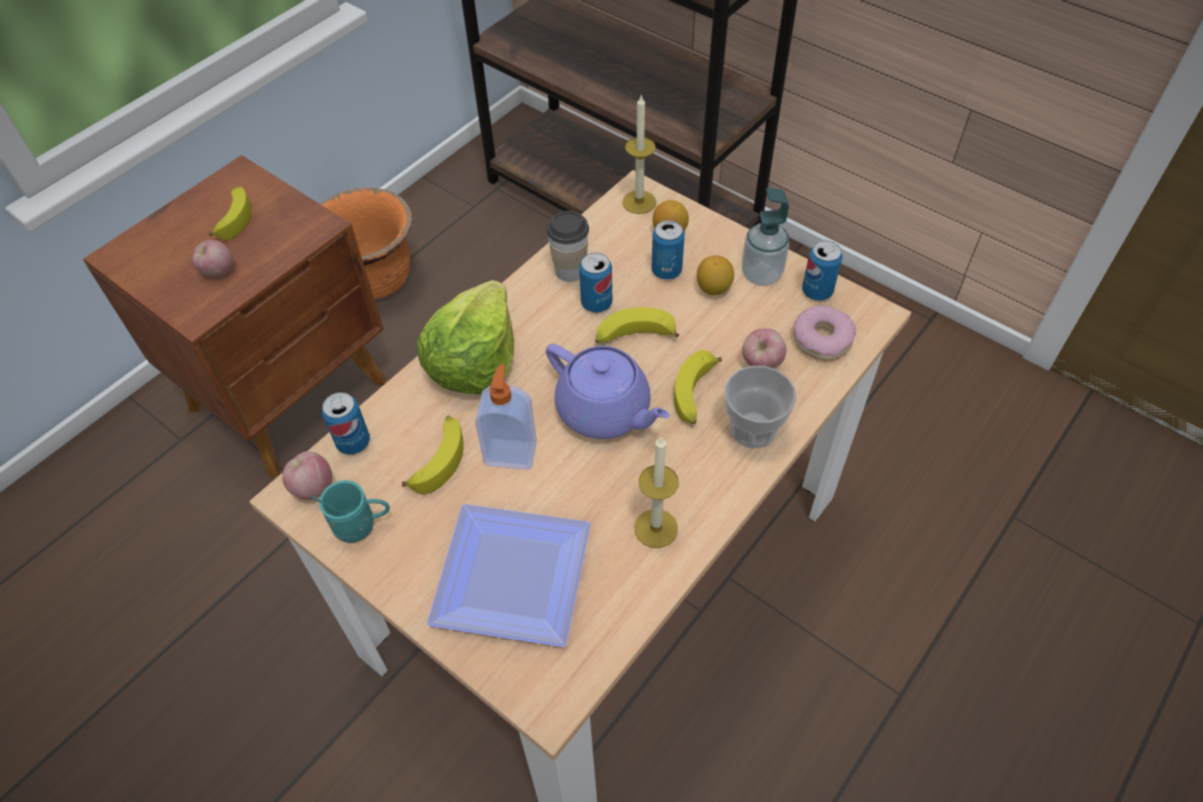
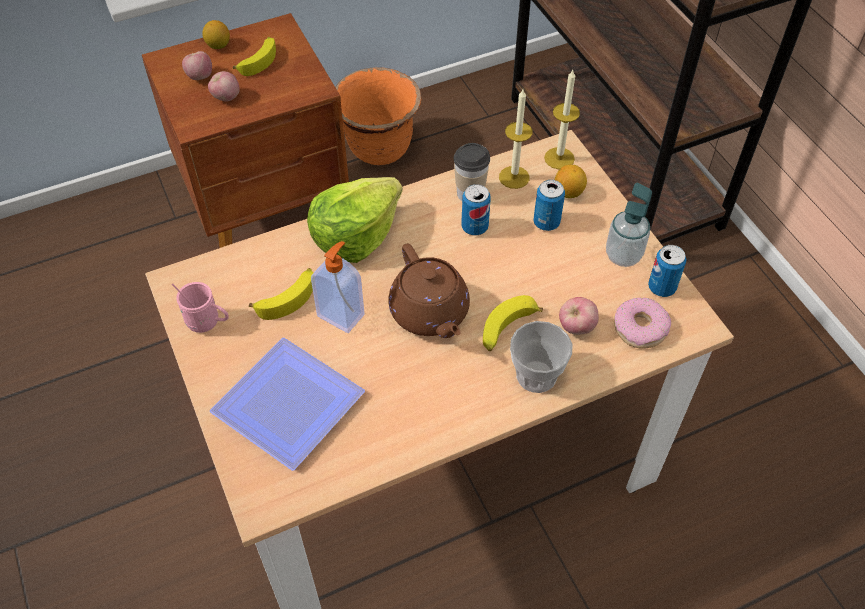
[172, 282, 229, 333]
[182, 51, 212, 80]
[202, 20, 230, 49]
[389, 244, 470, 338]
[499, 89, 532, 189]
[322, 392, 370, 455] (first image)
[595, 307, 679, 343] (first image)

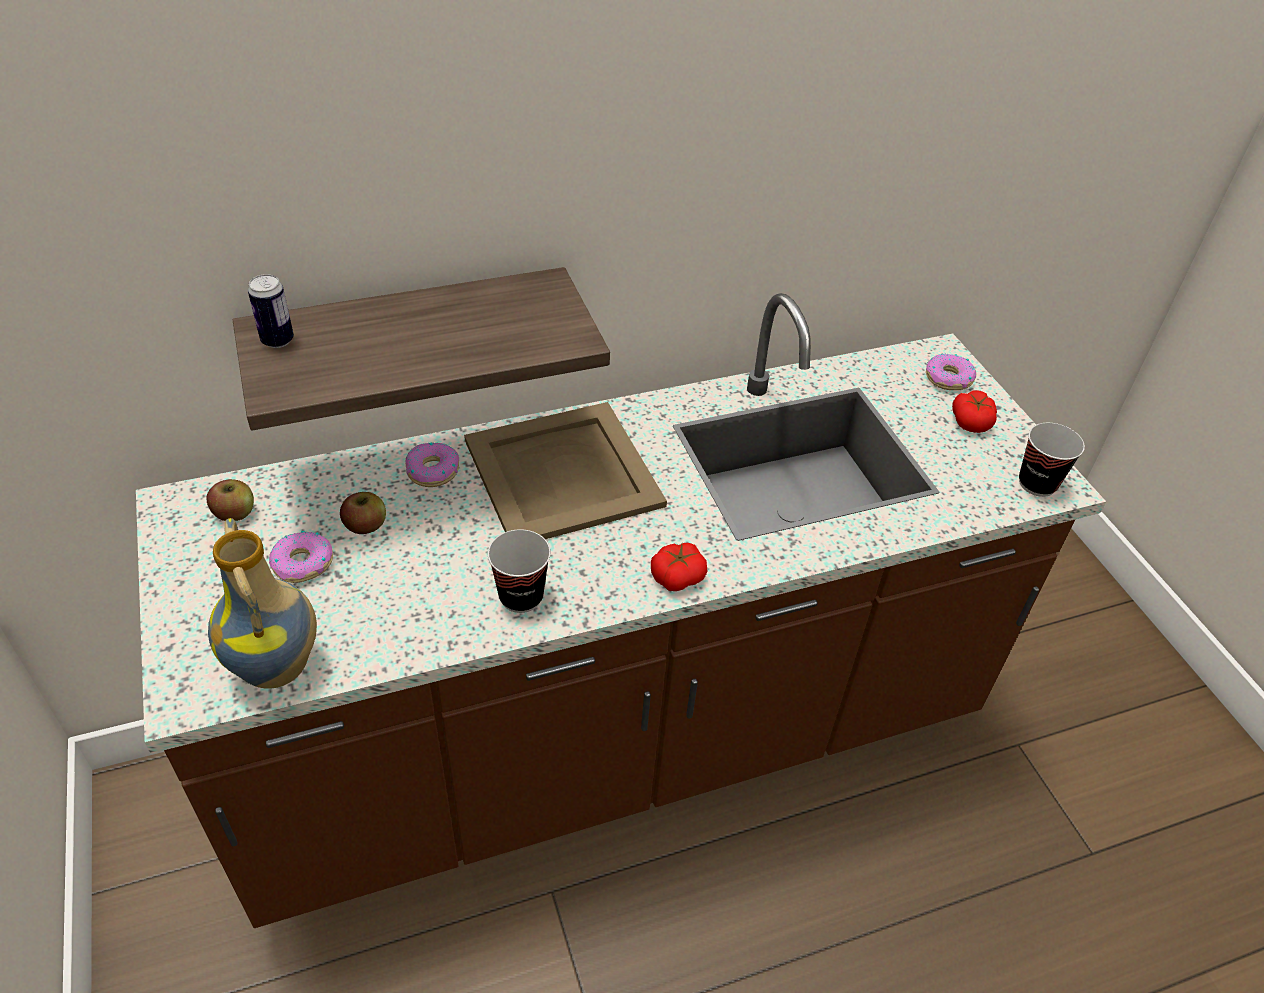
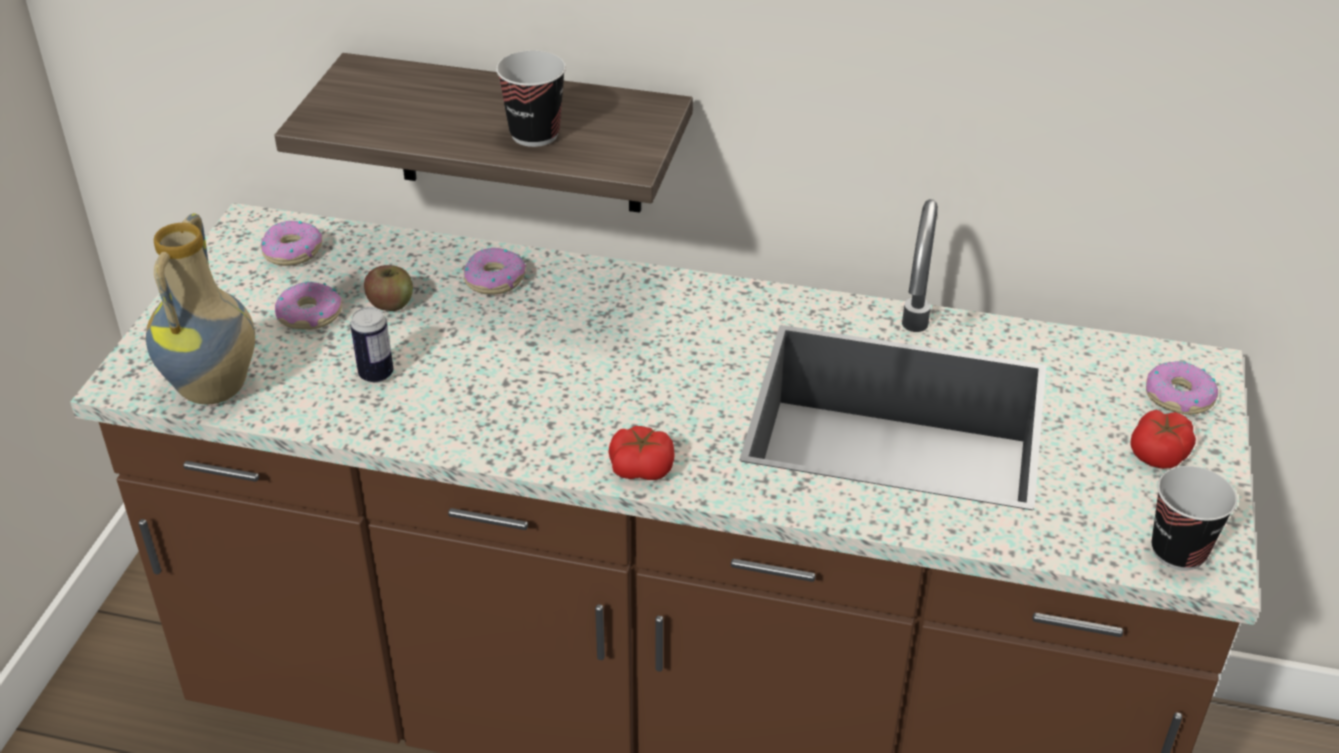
[261, 221, 322, 266]
[350, 307, 393, 383]
[496, 50, 566, 147]
[464, 402, 667, 539] (first image)

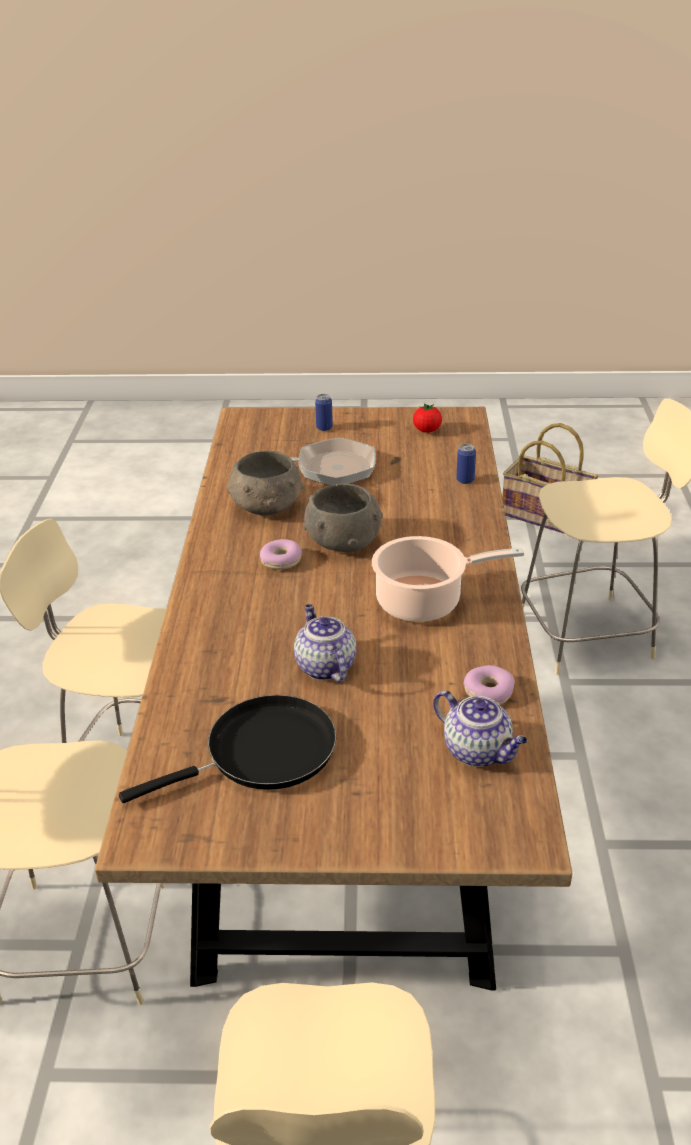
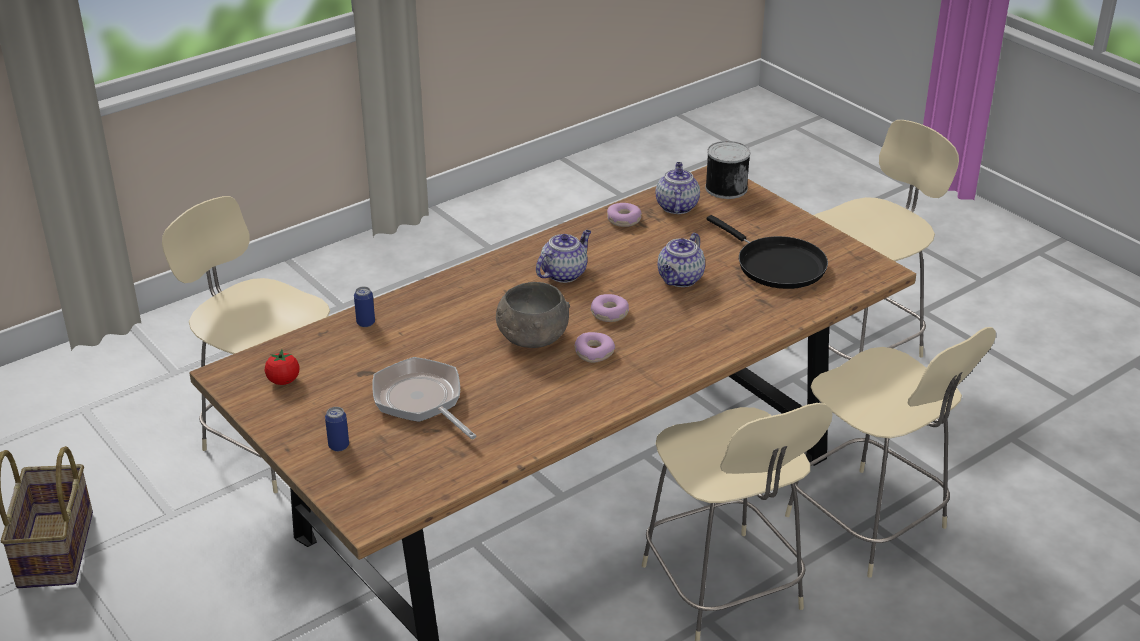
[536, 230, 591, 283]
[591, 294, 629, 322]
[705, 141, 750, 199]
[707, 215, 828, 289]
[227, 451, 303, 516] (first image)

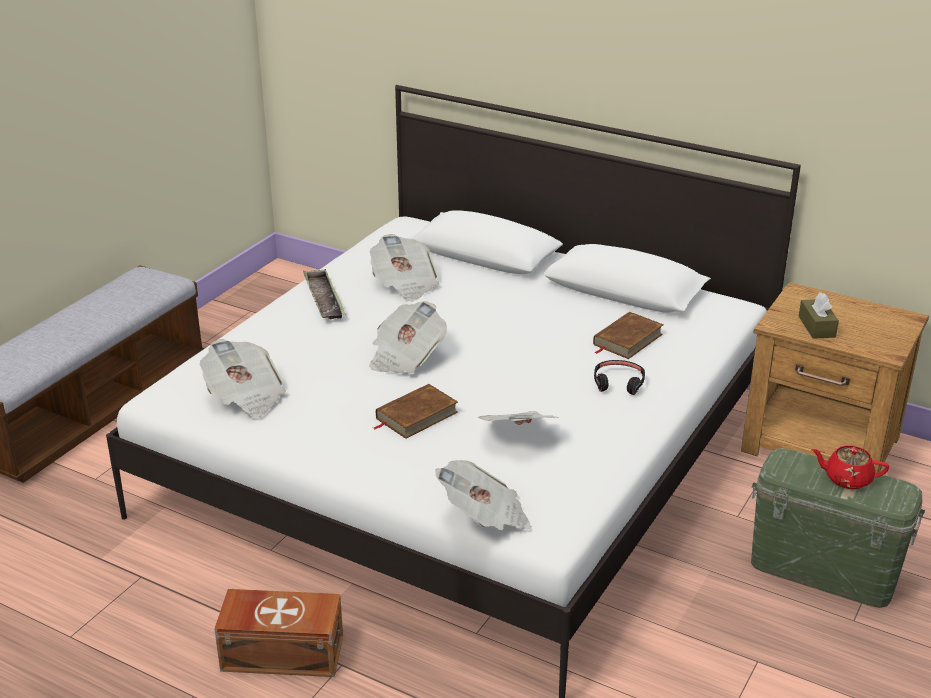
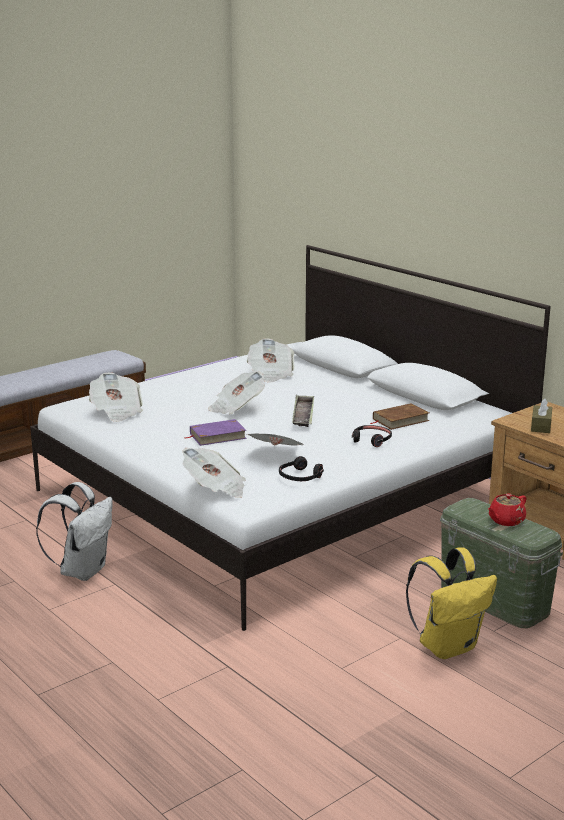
[36, 482, 113, 581]
[184, 419, 246, 446]
[279, 456, 324, 481]
[292, 395, 314, 427]
[406, 547, 497, 659]
[488, 493, 527, 526]

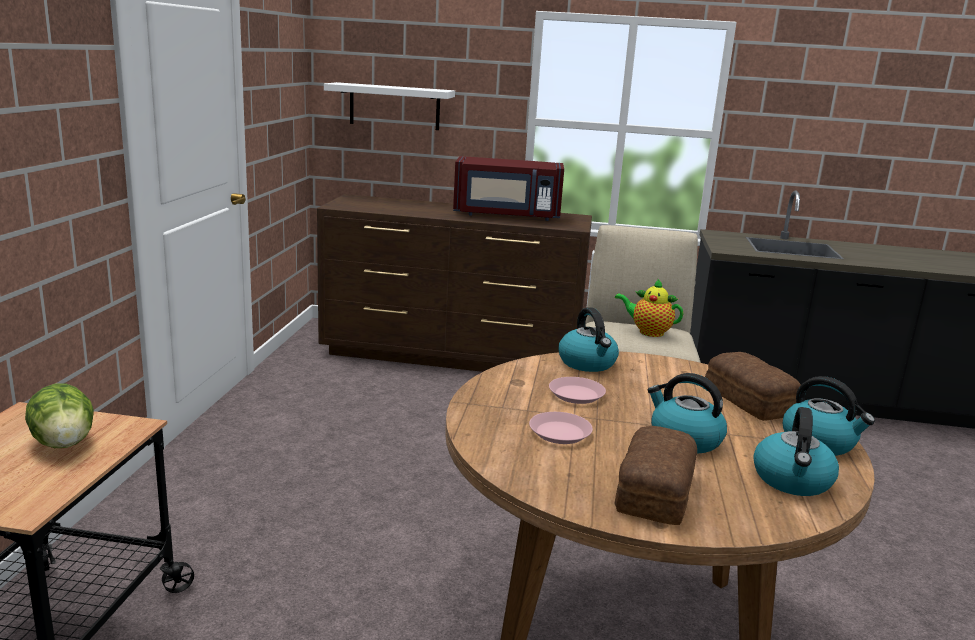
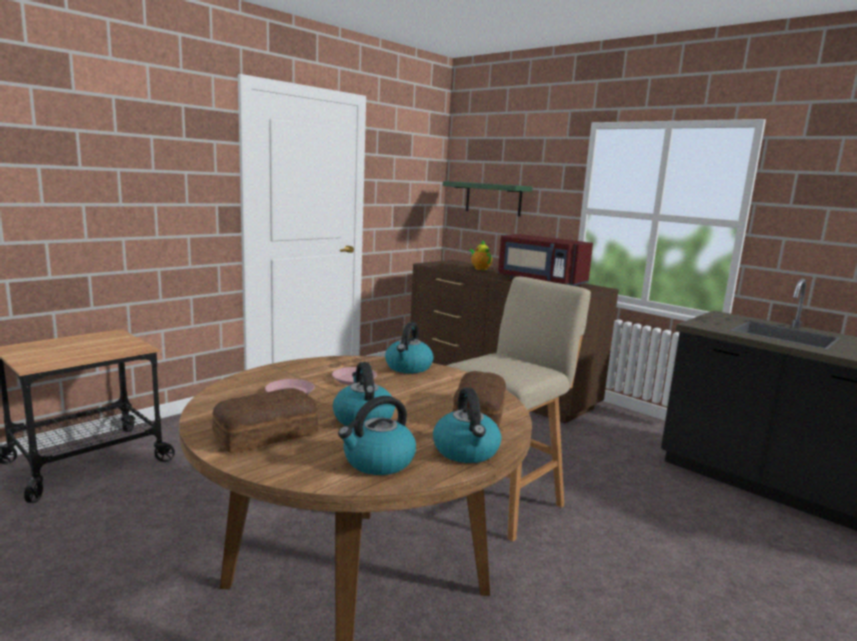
[443, 181, 532, 217]
[469, 240, 492, 270]
[25, 383, 94, 448] (first image)

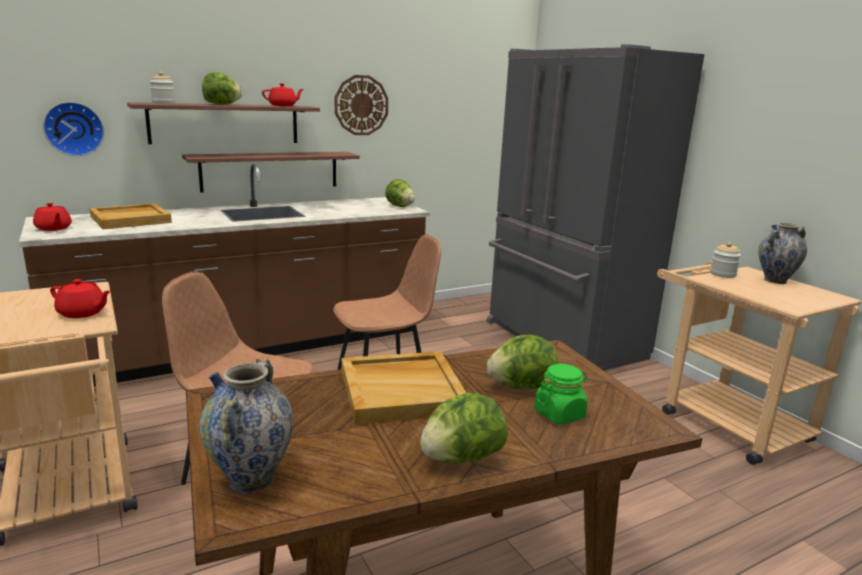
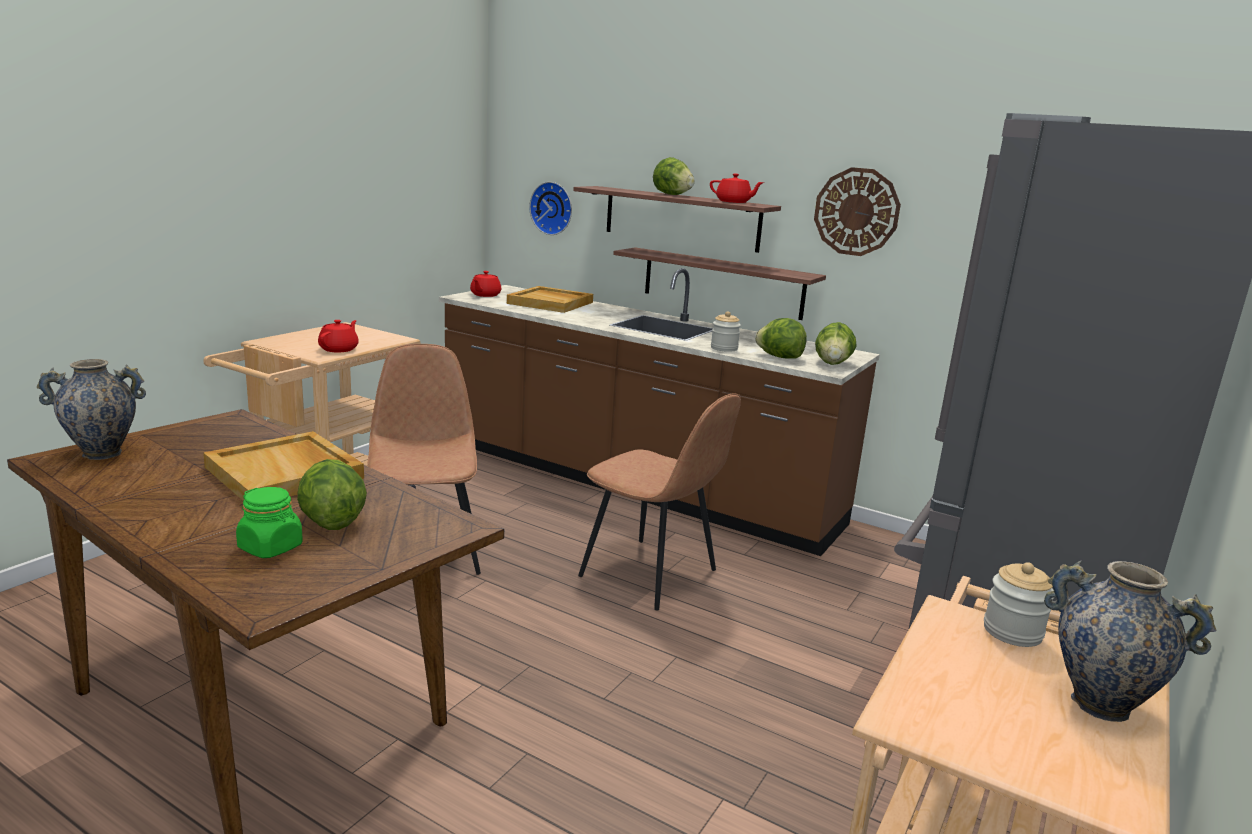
[318, 320, 359, 352]
[711, 311, 741, 352]
[755, 318, 807, 359]

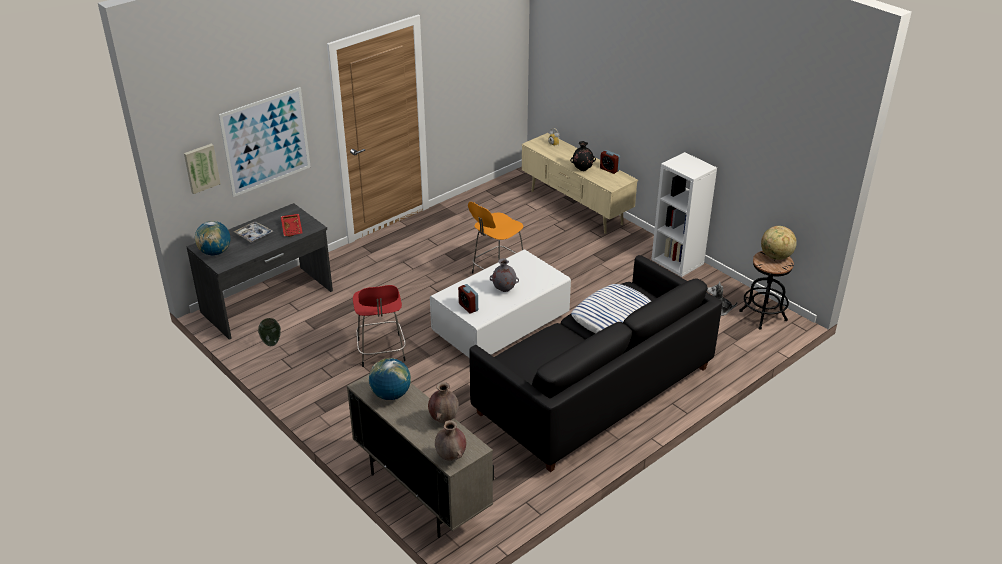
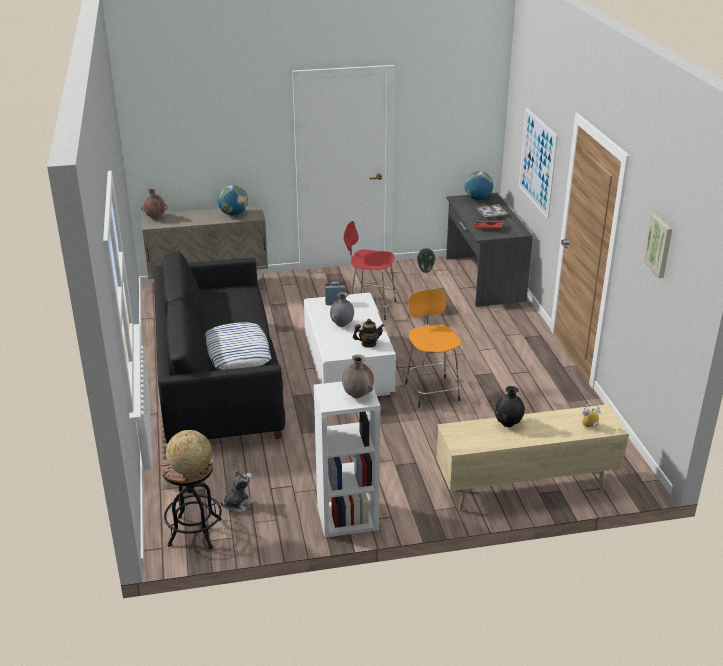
[342, 354, 374, 398]
[353, 319, 385, 348]
[643, 214, 672, 278]
[600, 150, 620, 174] (first image)

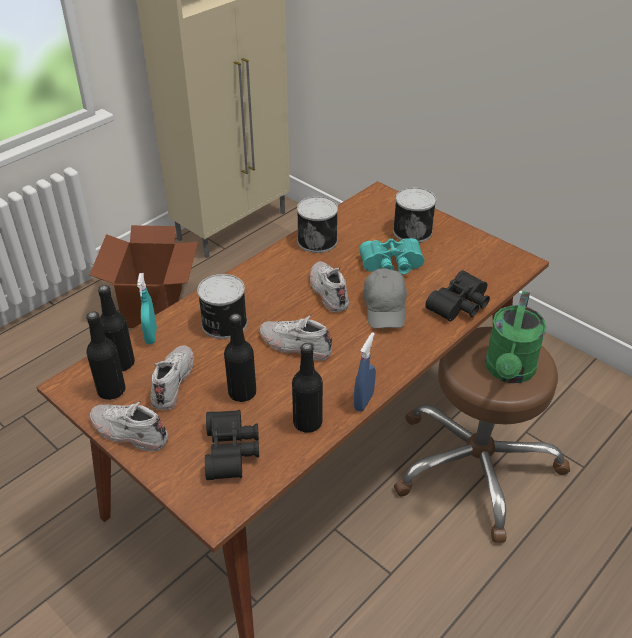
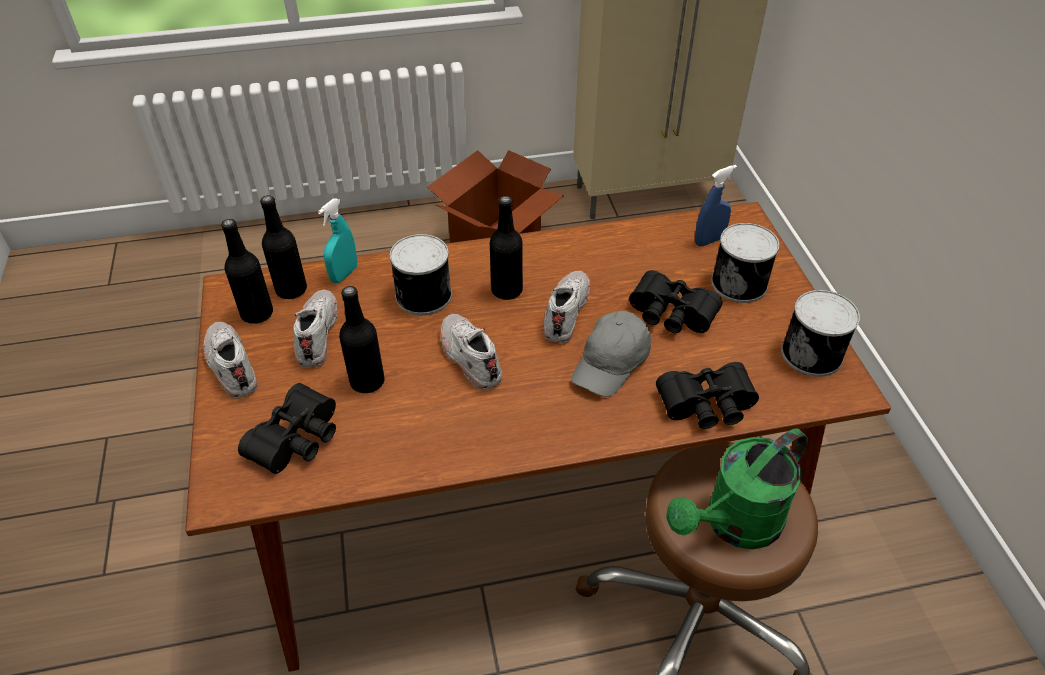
[293, 290, 338, 367]
[490, 196, 523, 300]
[629, 270, 722, 333]
[695, 165, 737, 246]
[781, 290, 860, 377]

